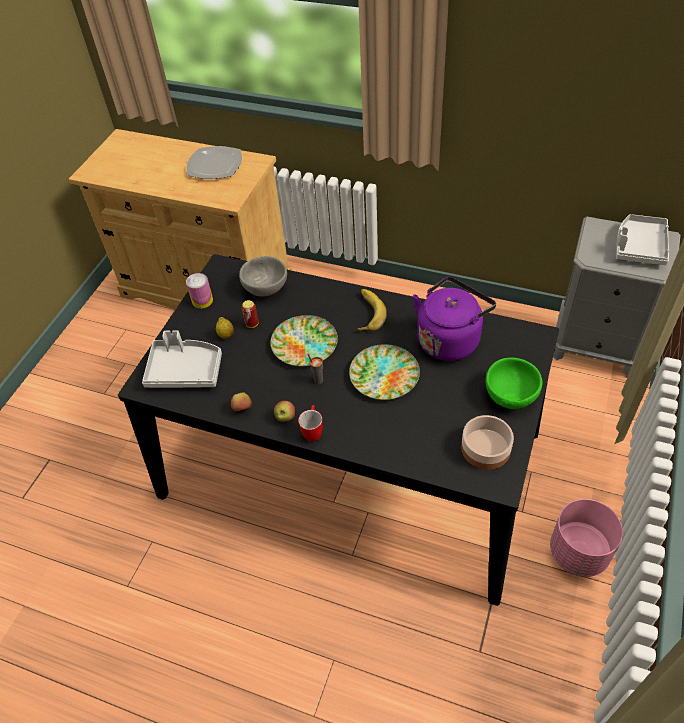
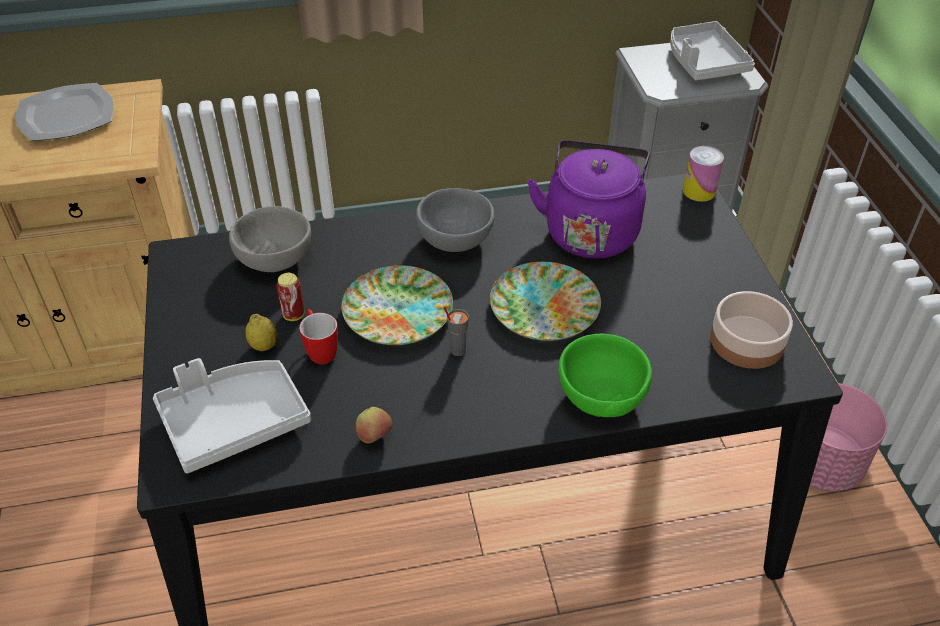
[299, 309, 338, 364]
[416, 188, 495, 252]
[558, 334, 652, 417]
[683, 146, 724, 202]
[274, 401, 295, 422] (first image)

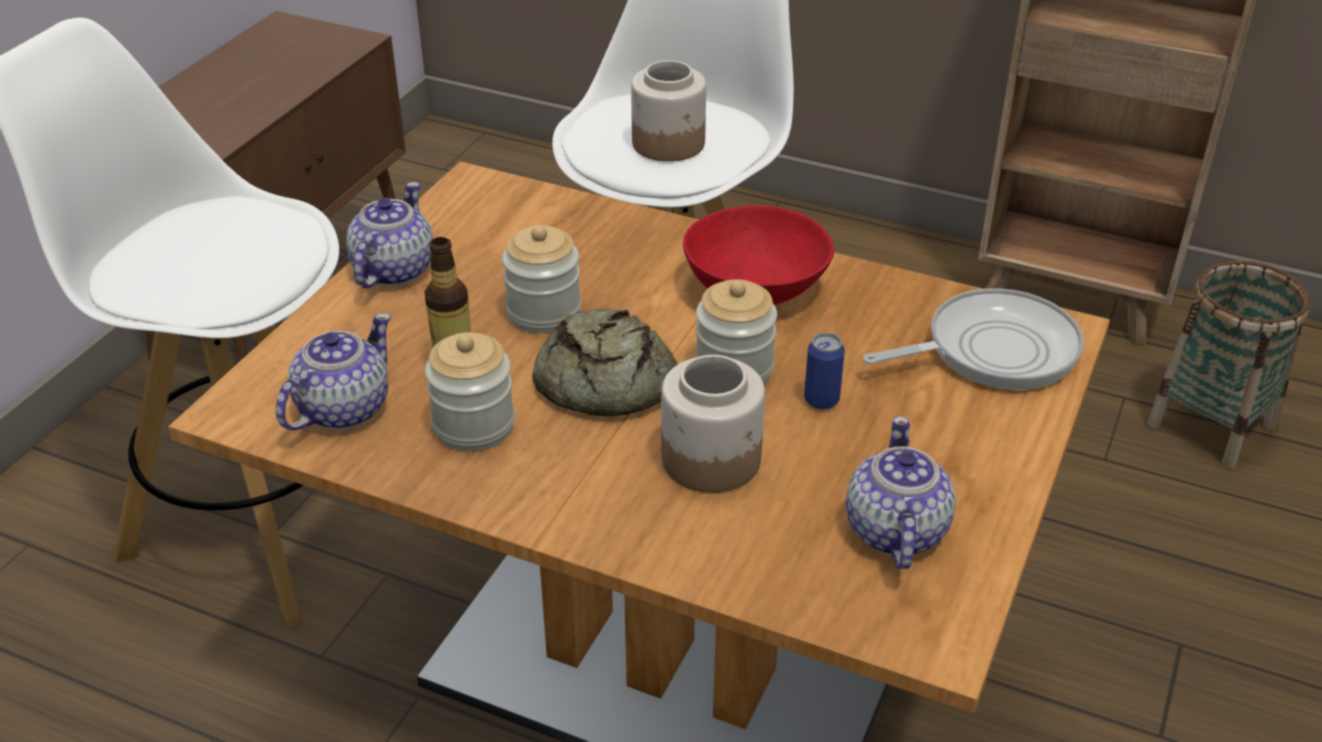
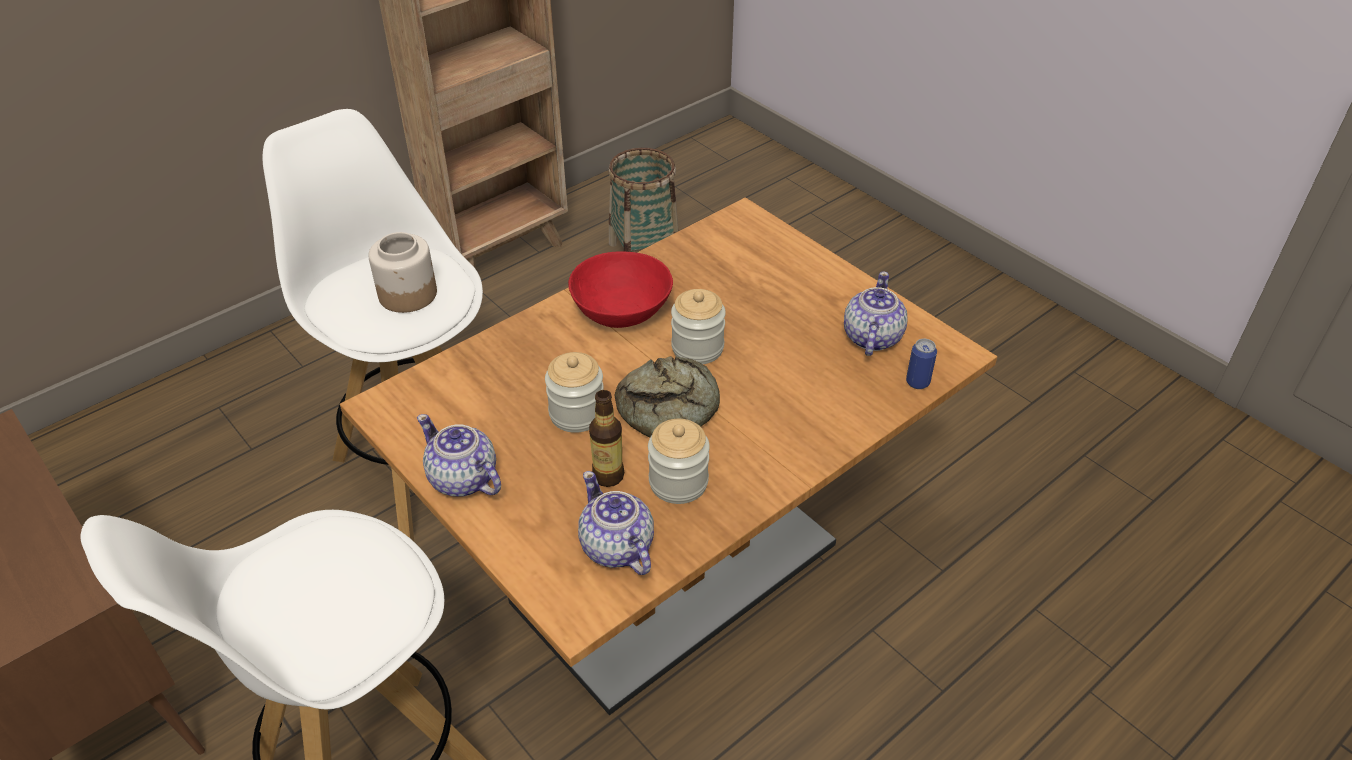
[844, 272, 907, 356]
[906, 339, 937, 389]
[661, 355, 765, 493] (first image)
[863, 288, 1084, 389] (first image)

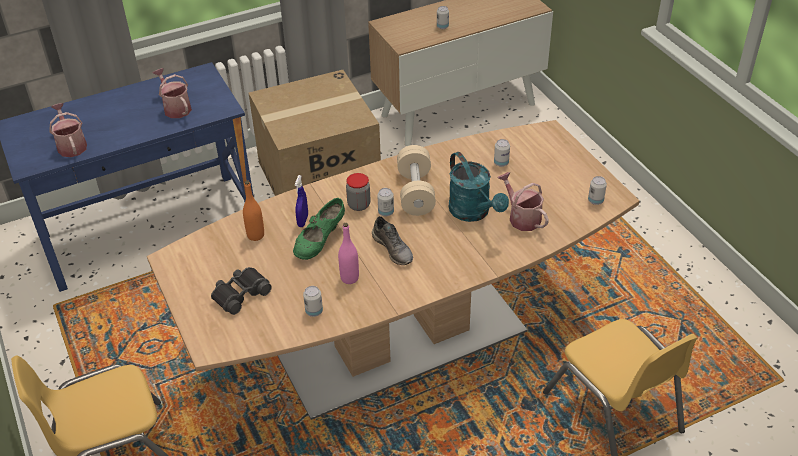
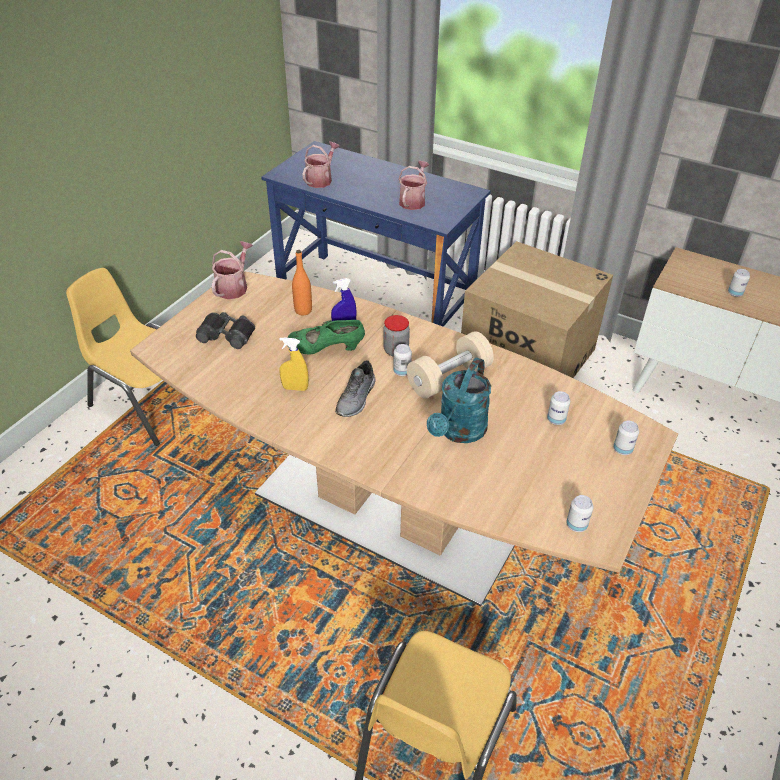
[211, 241, 253, 299]
[279, 337, 309, 391]
[613, 421, 639, 455]

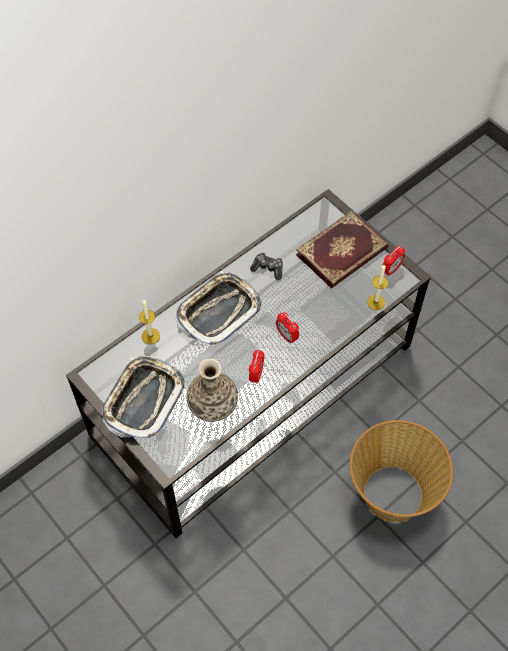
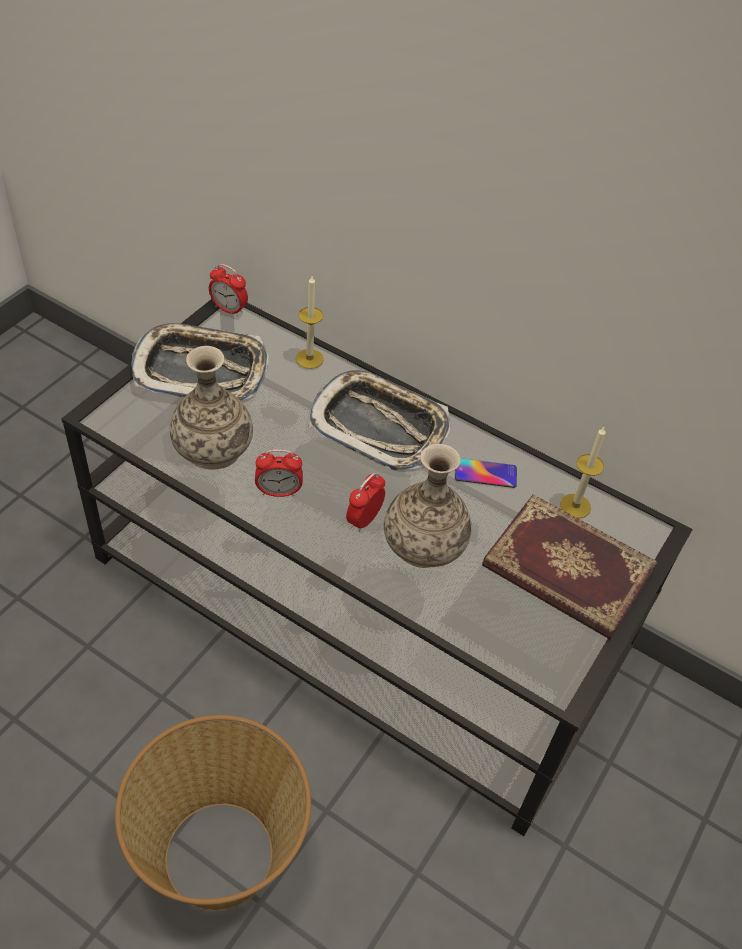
[209, 264, 248, 317]
[384, 444, 472, 568]
[455, 458, 517, 488]
[560, 427, 605, 518]

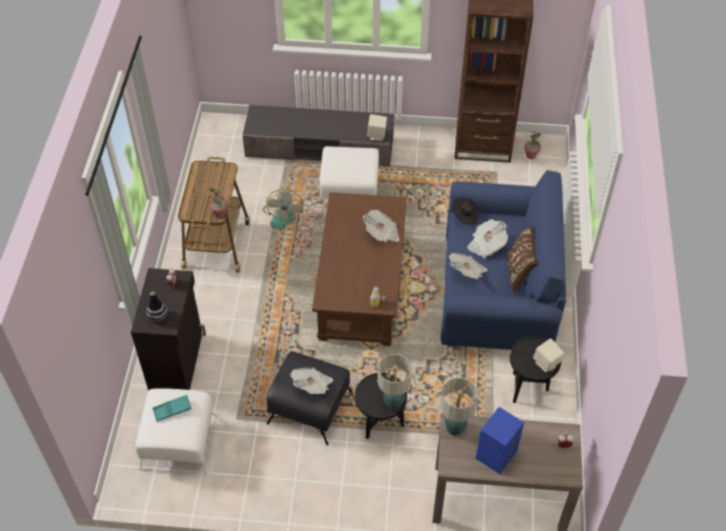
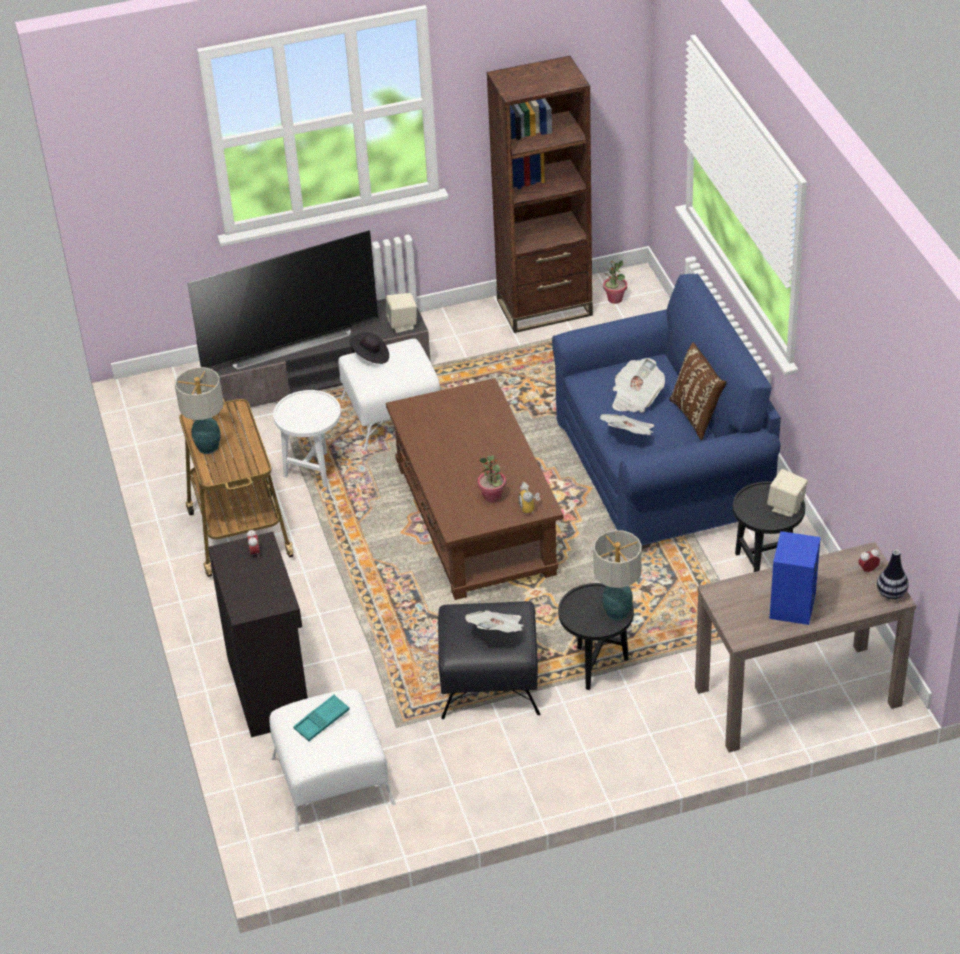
[175, 367, 224, 454]
[187, 230, 378, 369]
[273, 390, 341, 487]
[350, 332, 389, 364]
[478, 455, 506, 503]
[877, 550, 909, 599]
[363, 210, 400, 242] (first image)

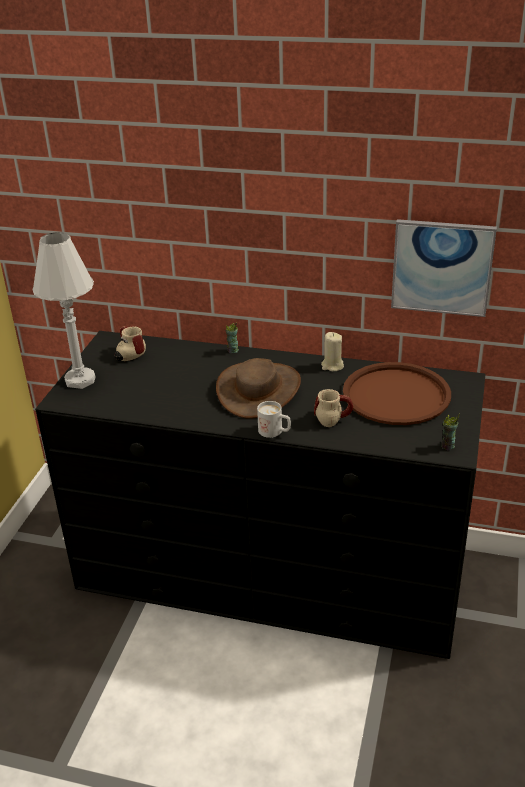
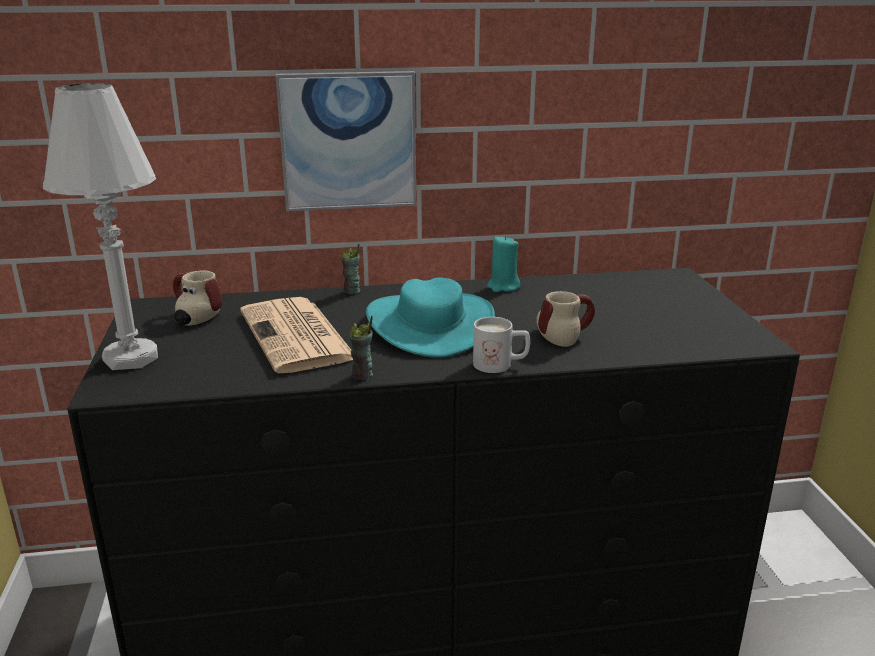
[240, 297, 353, 373]
[275, 71, 416, 211]
[349, 315, 373, 380]
[366, 278, 495, 357]
[487, 235, 520, 292]
[343, 362, 451, 425] (first image)

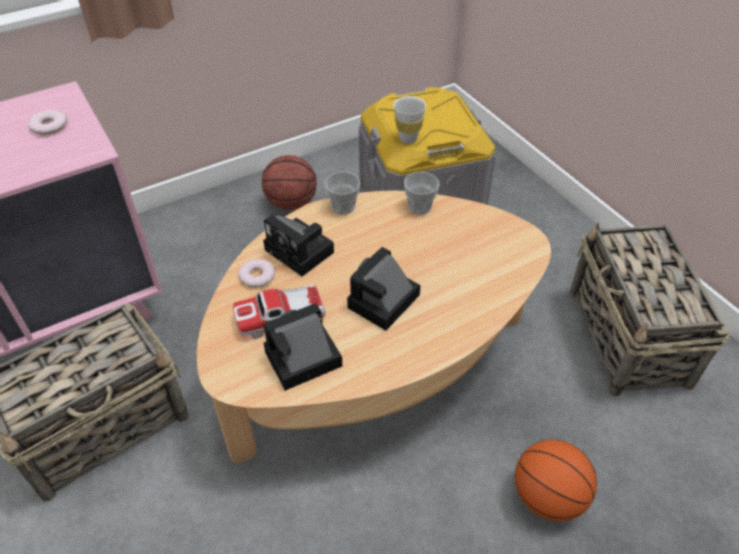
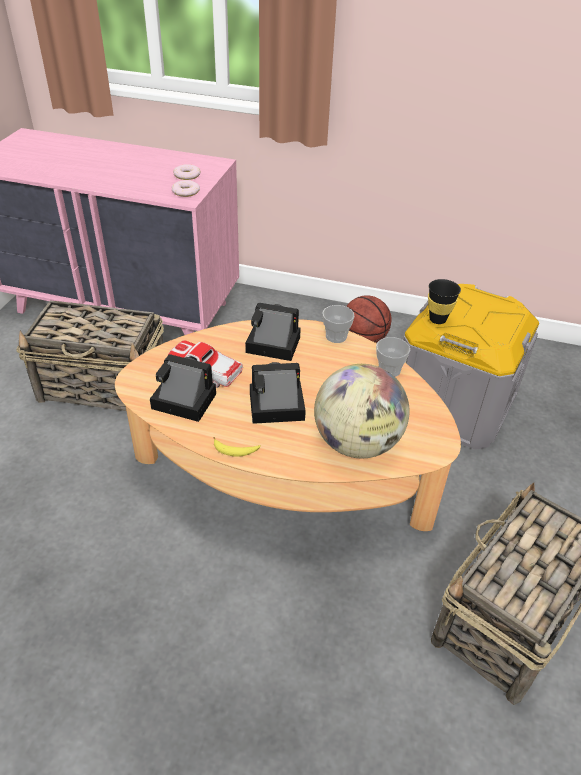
[172, 180, 200, 197]
[214, 437, 261, 457]
[245, 303, 301, 361]
[314, 364, 409, 458]
[428, 279, 461, 324]
[515, 439, 597, 521] (first image)

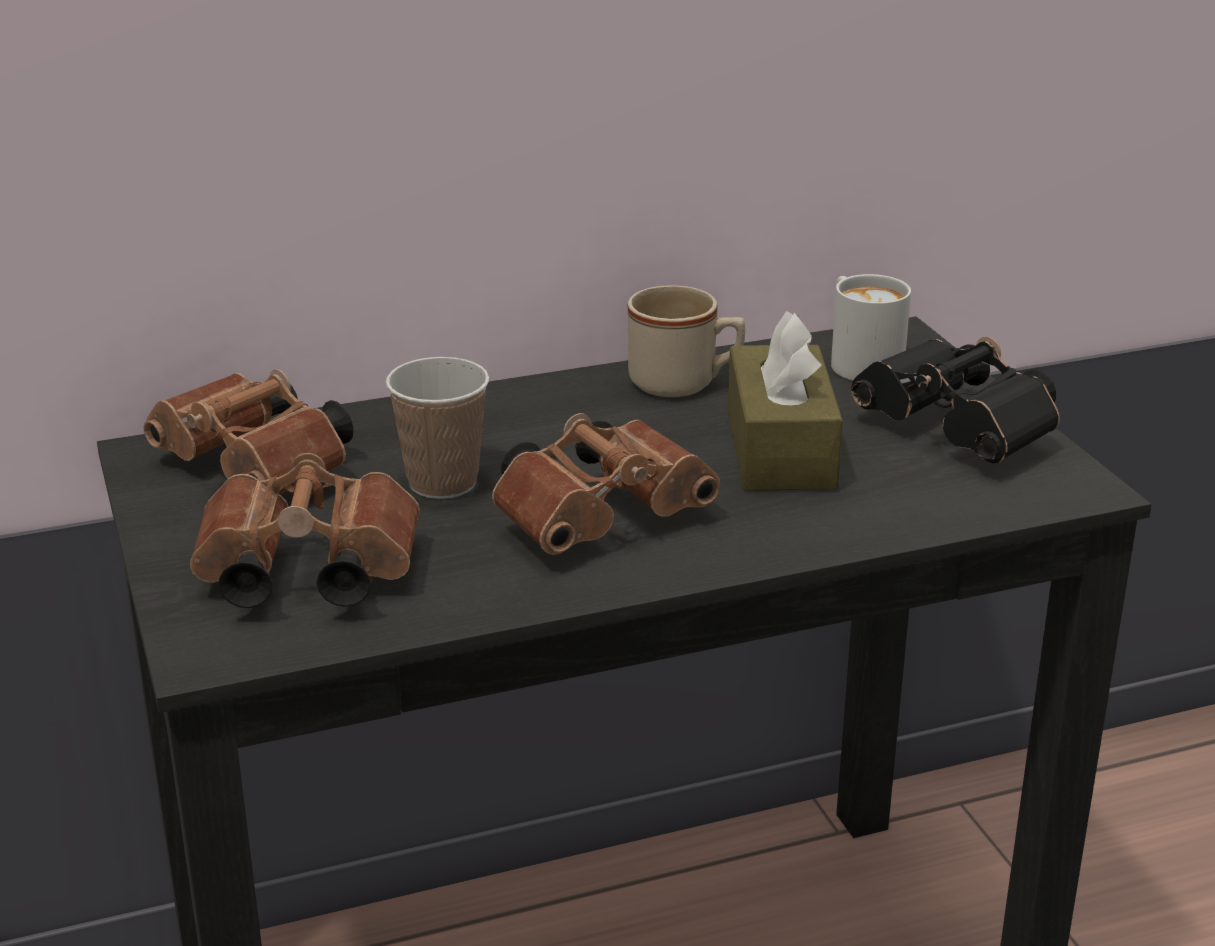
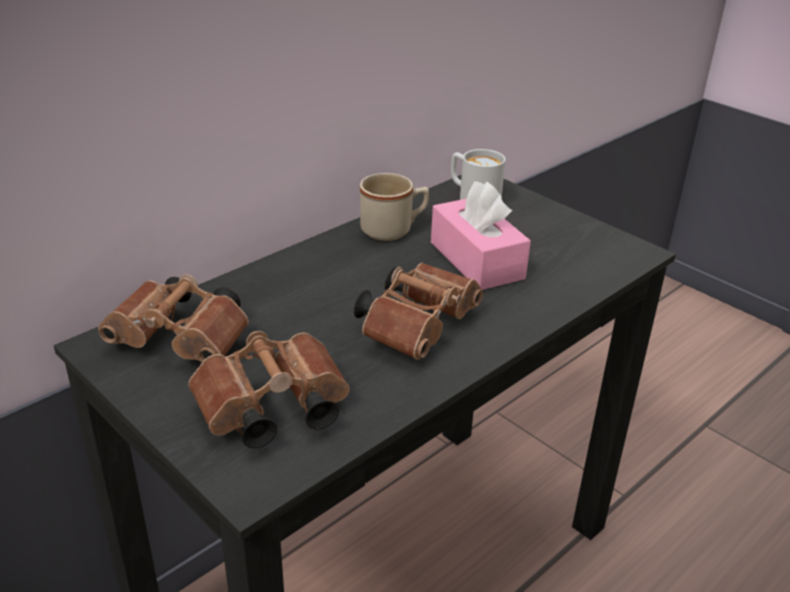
[431, 181, 531, 290]
[386, 357, 489, 499] (first image)
[851, 336, 1060, 463] (first image)

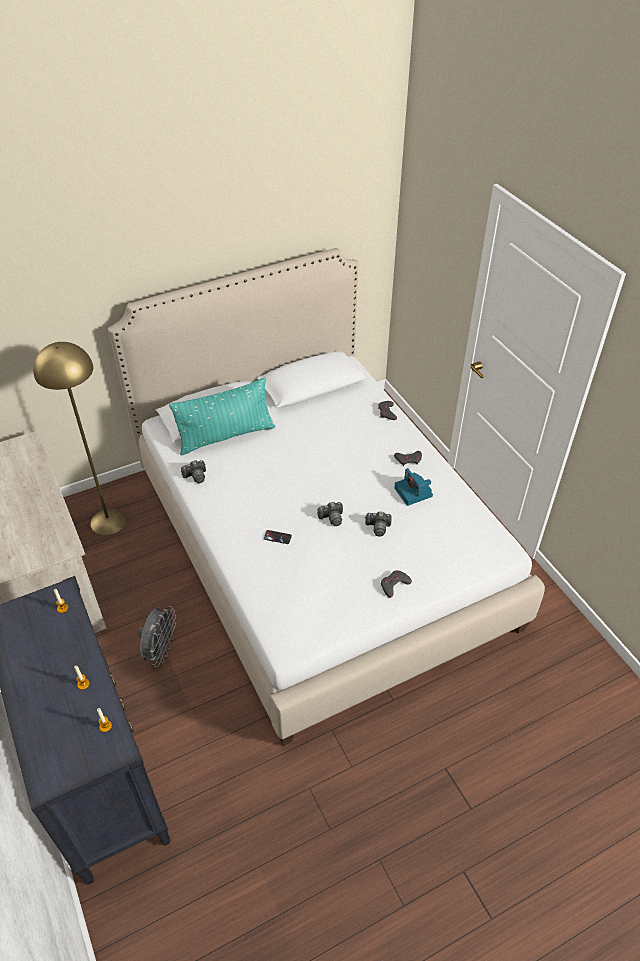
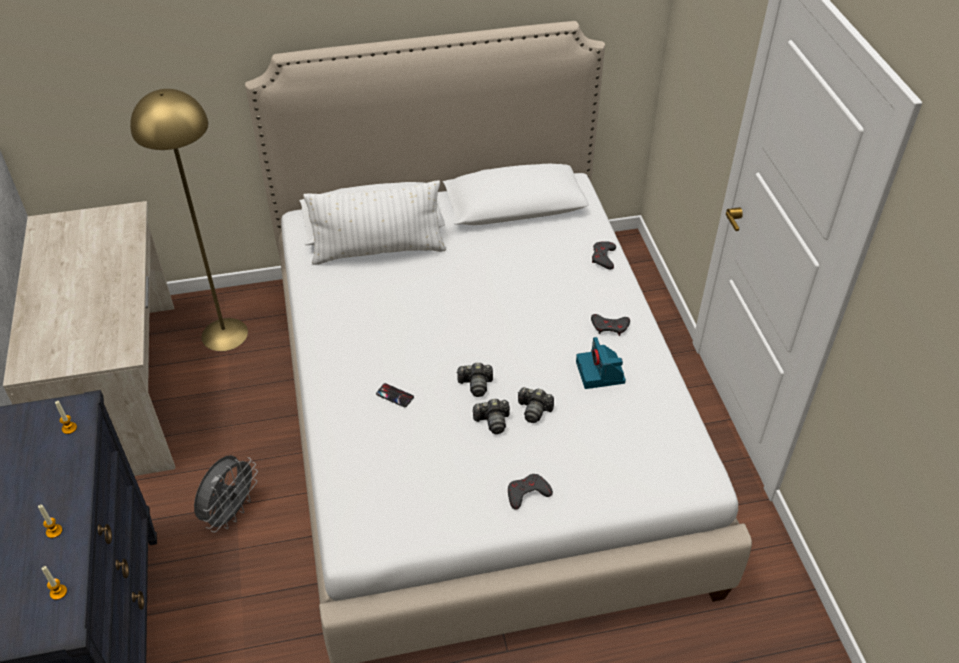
[303, 180, 446, 265]
[472, 399, 510, 434]

